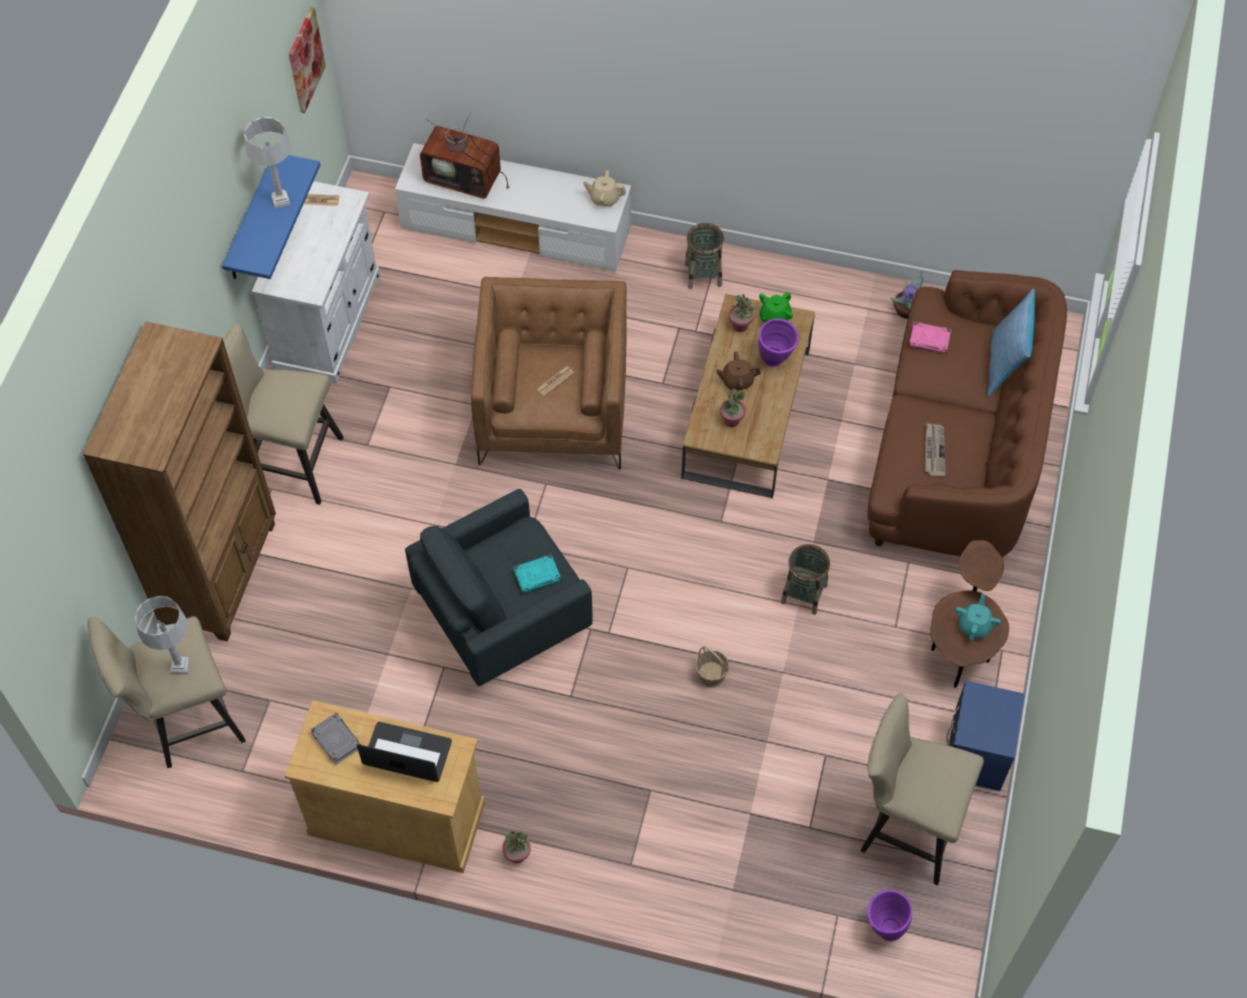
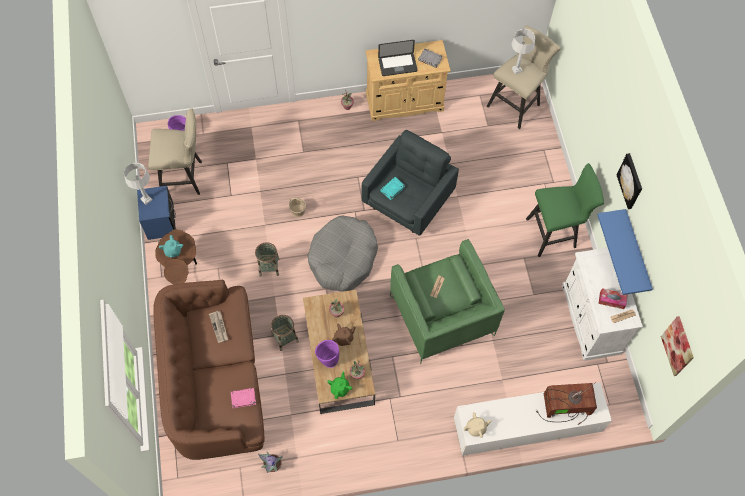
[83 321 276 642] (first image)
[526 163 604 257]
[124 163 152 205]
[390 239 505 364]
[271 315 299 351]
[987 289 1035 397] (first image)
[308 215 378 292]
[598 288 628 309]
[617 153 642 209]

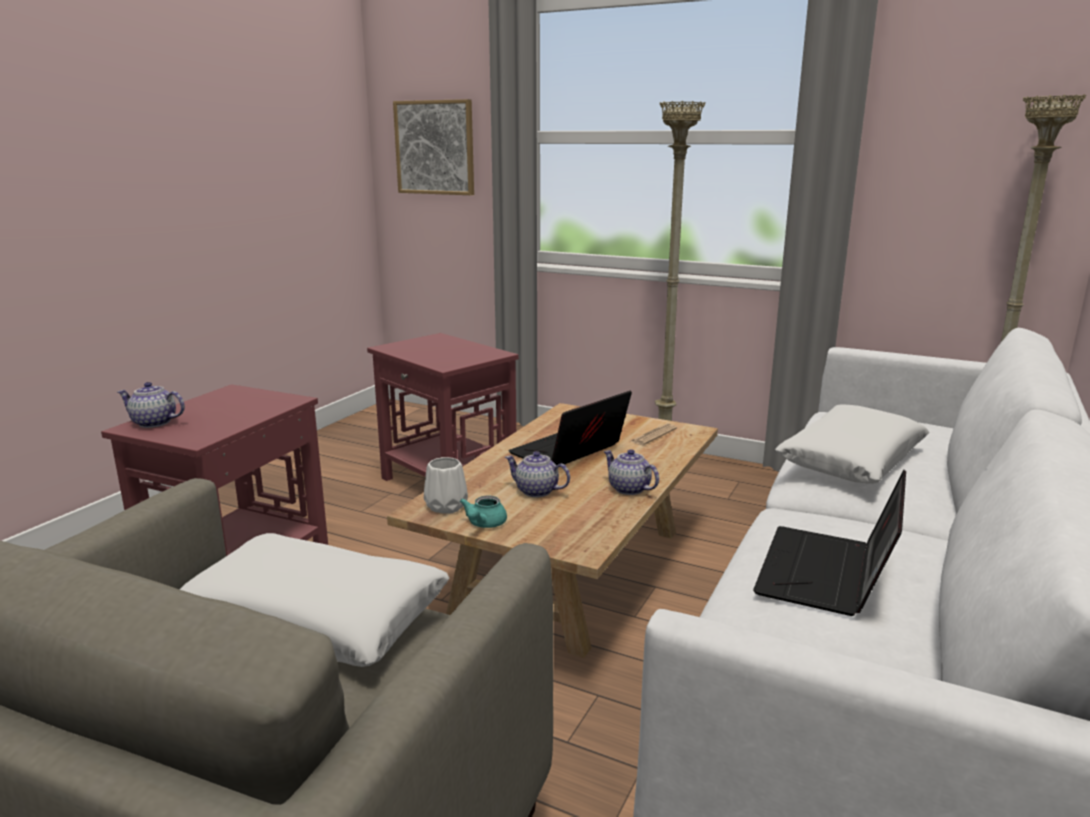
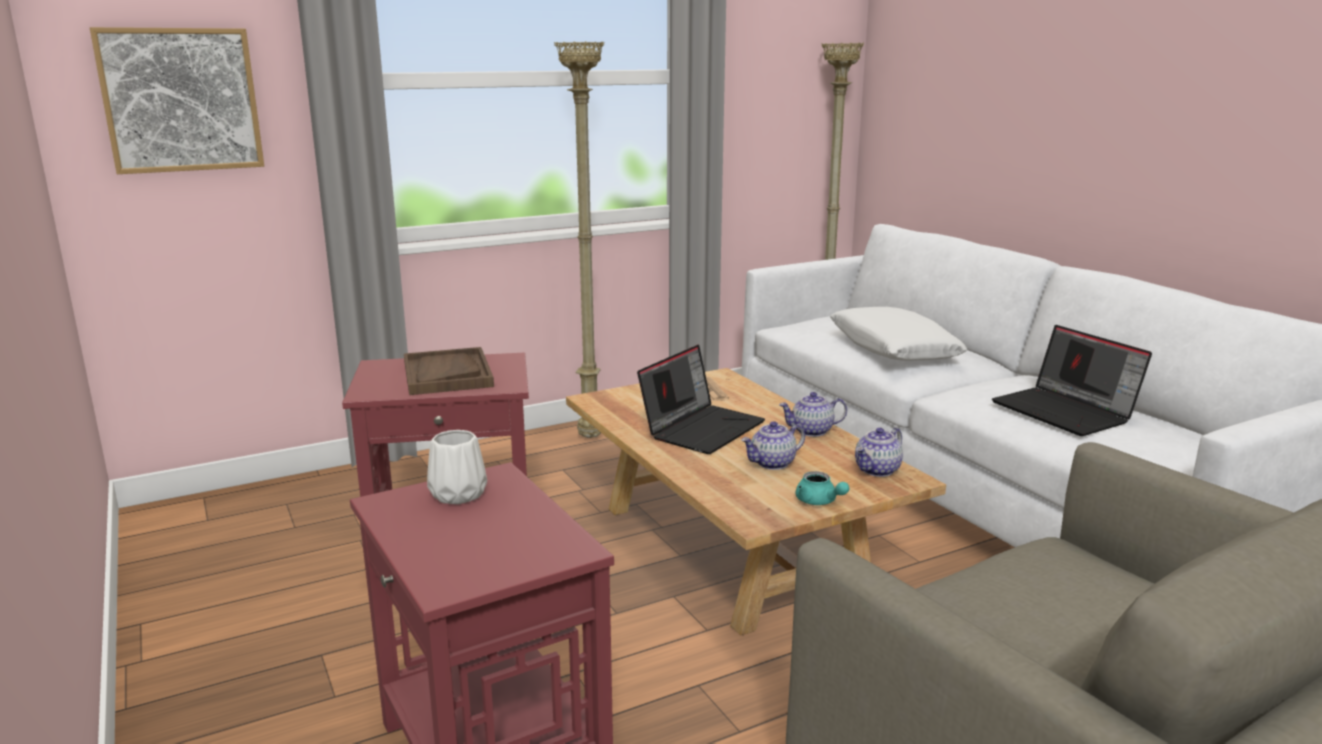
[855 428 903 477]
[179 533 449 667] (first image)
[427 430 487 504]
[637 345 765 454]
[404 347 494 395]

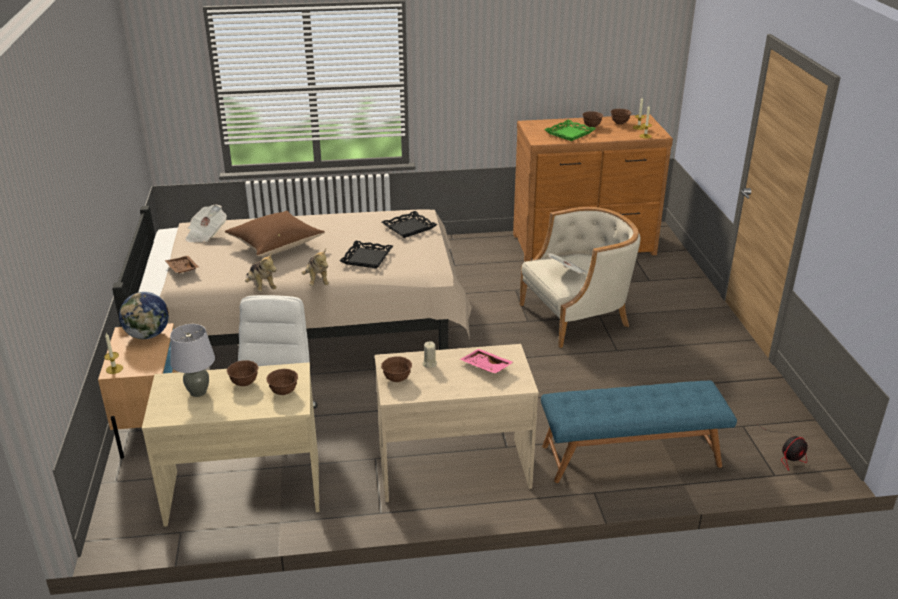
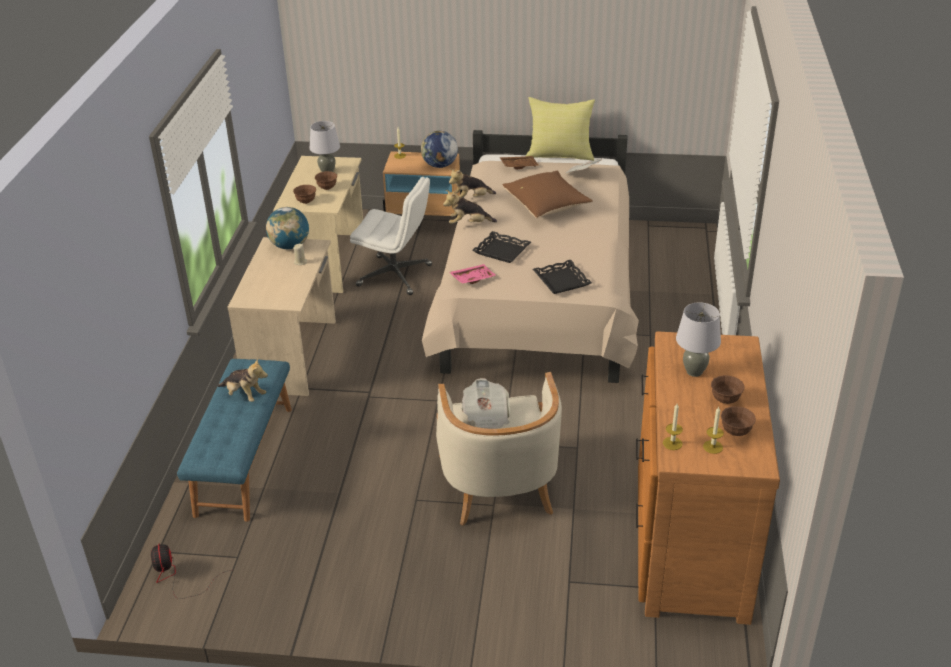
[266 207 309 249]
[449 264 496 284]
[676 302 721 377]
[218 358 268 402]
[526 97 595 161]

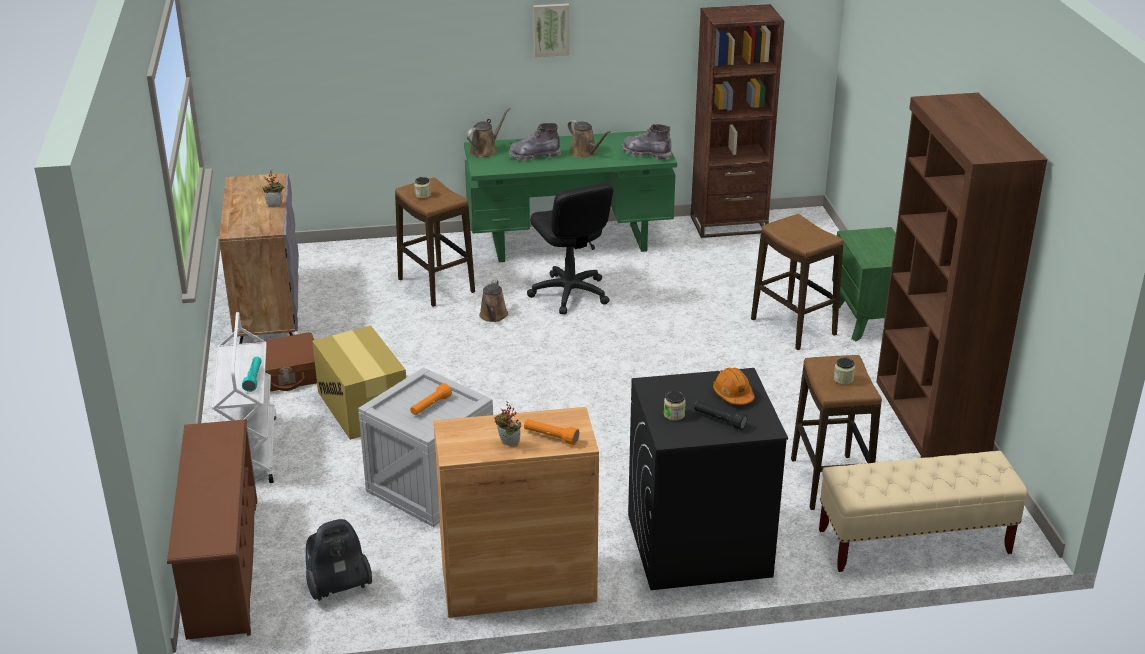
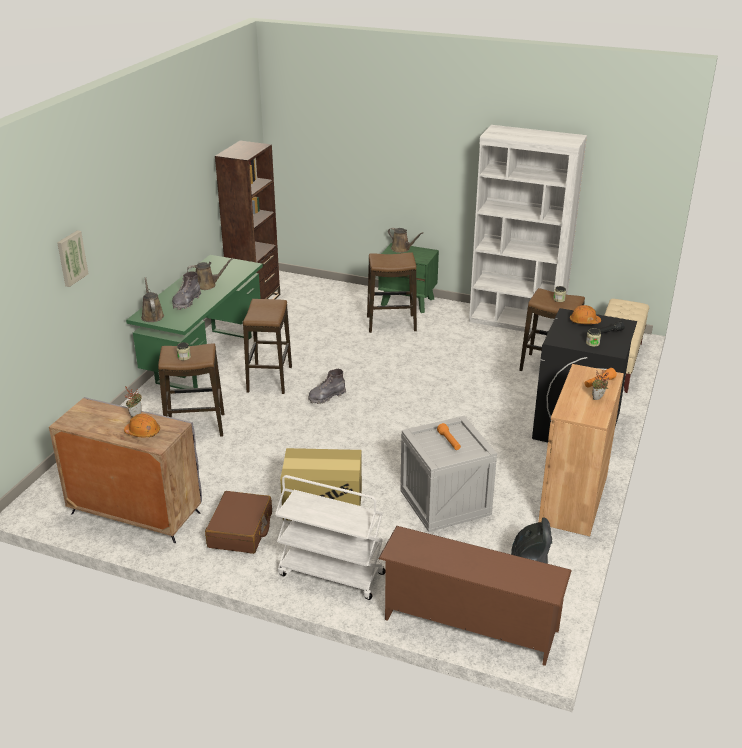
[242 357 262 392] (first image)
[388 227 423 253]
[243 299 292 394]
[57 230 88 287]
[308 369 346 404]
[469 125 587 336]
[124 414 160 437]

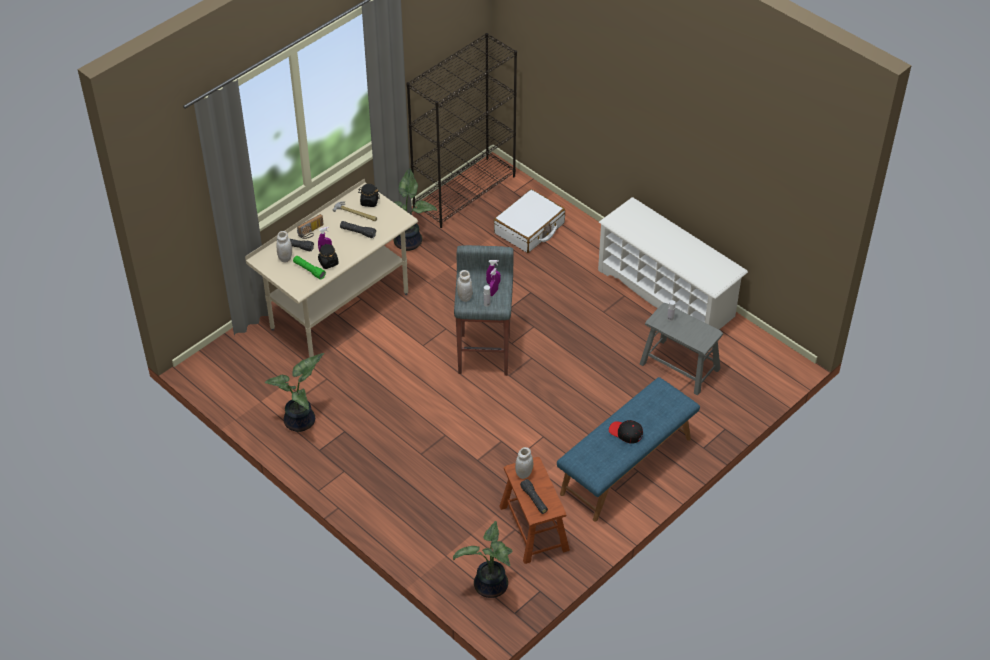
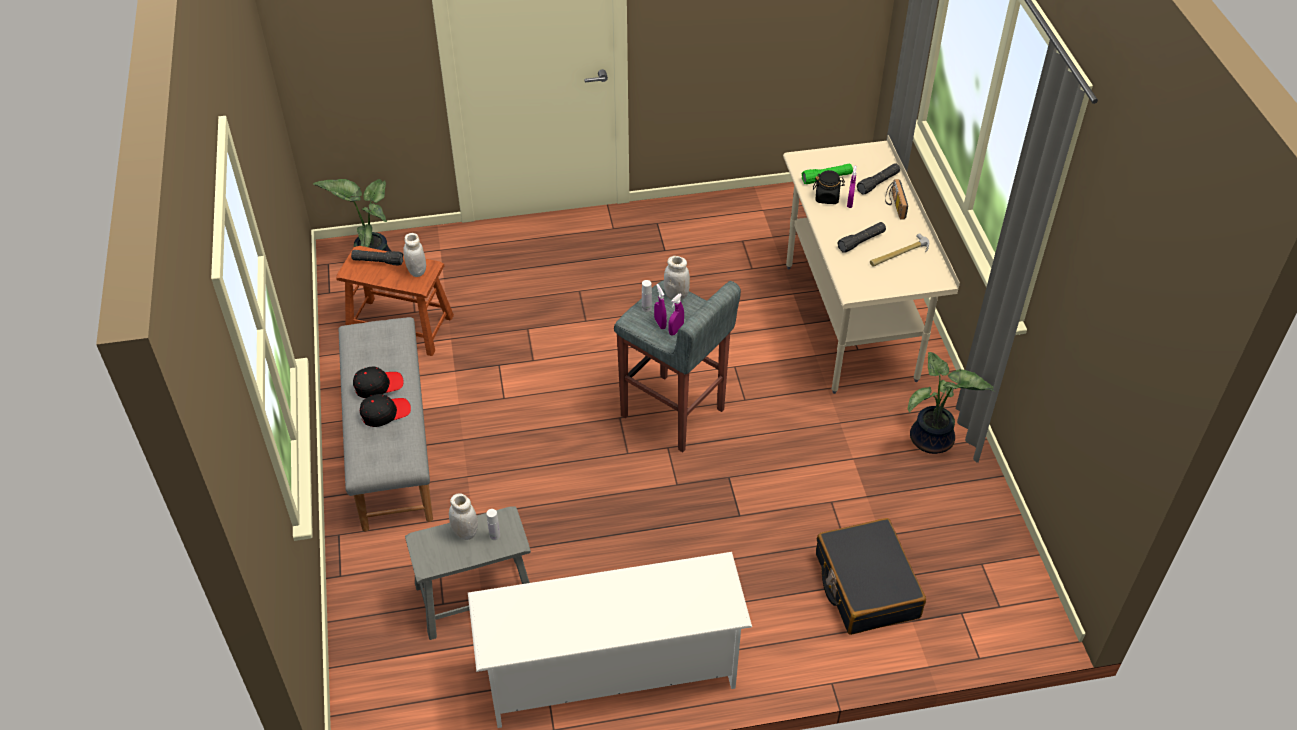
[265 353 324 432] (first image)
[449 493 478 540]
[358 184 380 207] (first image)
[406 33 517 228] (first image)
[816 518 926 635]
[338 317 433 531]
[360 394 411 427]

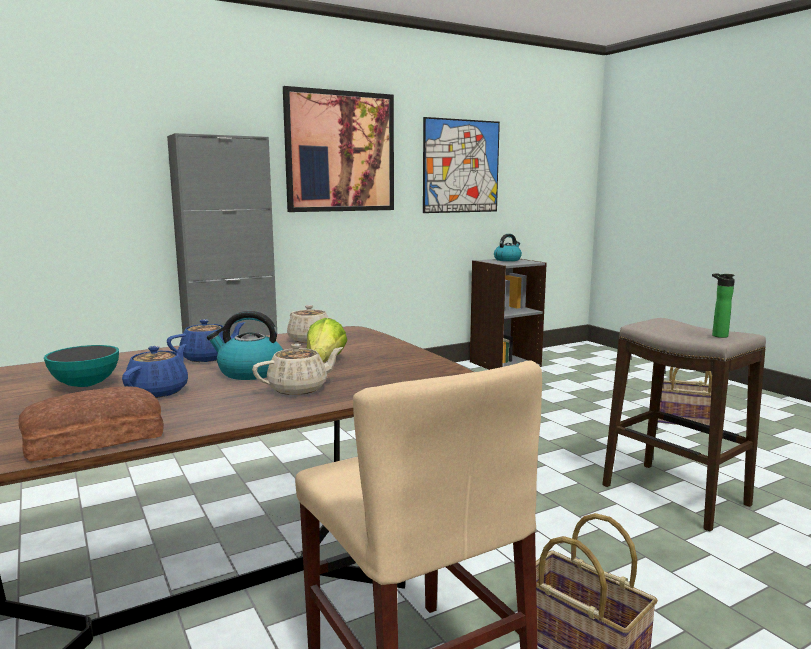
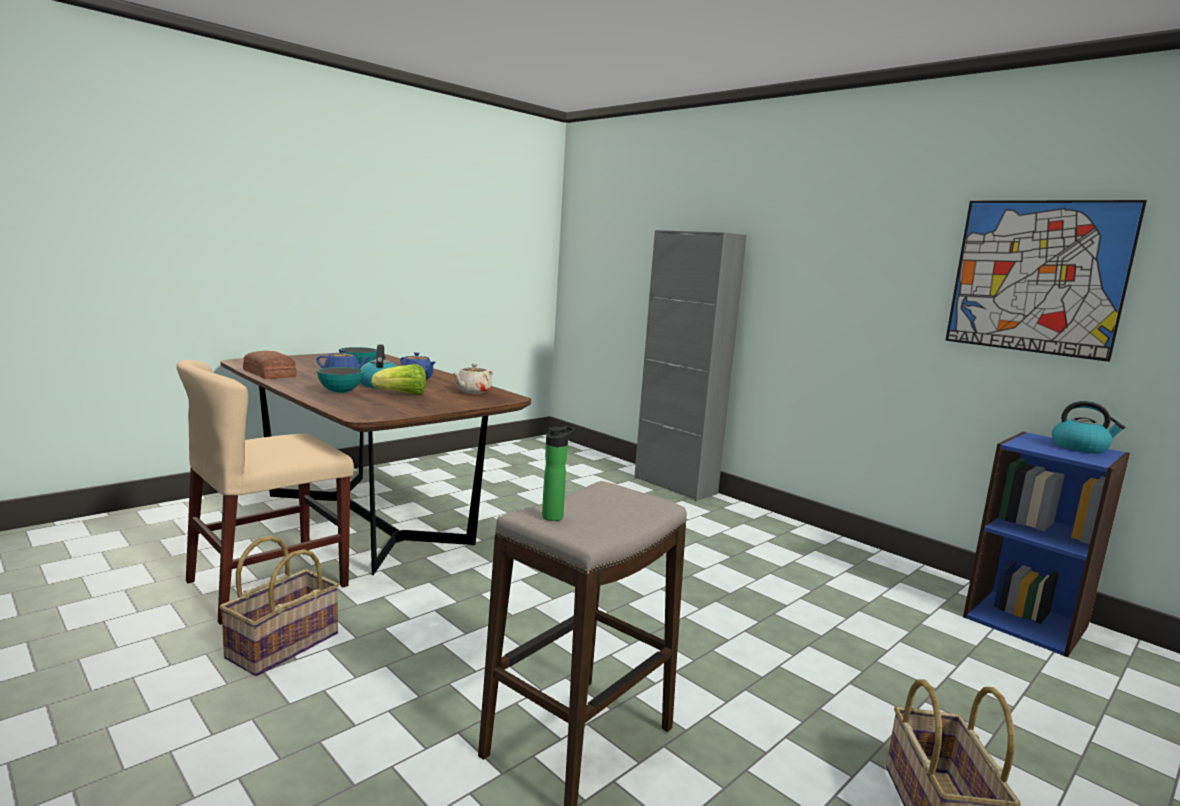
[317 367 363 393]
[283 86 394 212] (first image)
[963 432 1130 657]

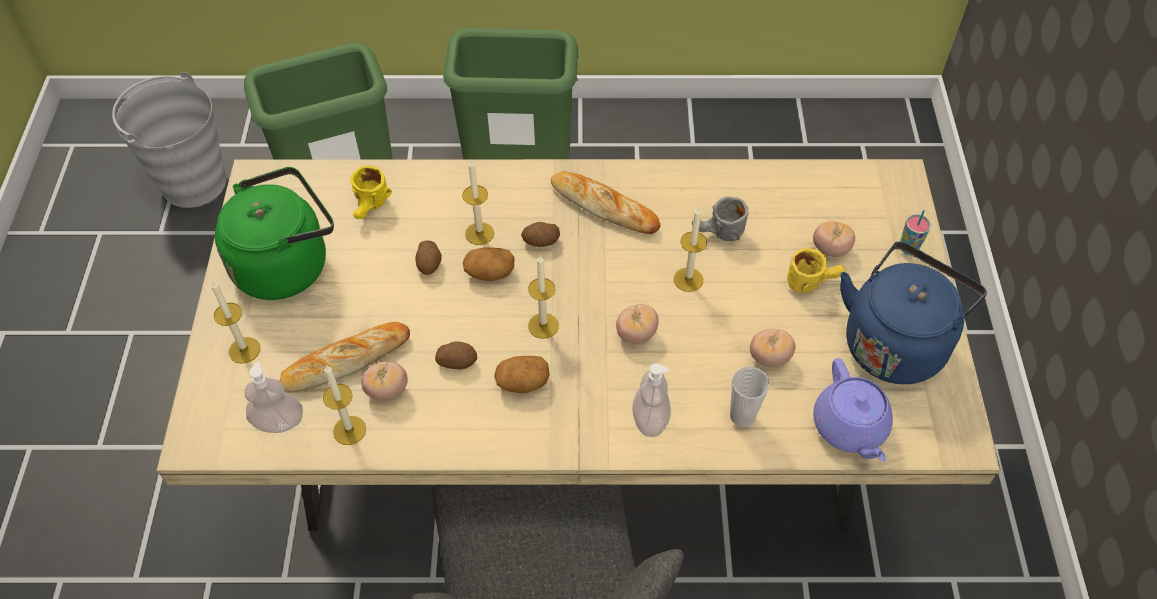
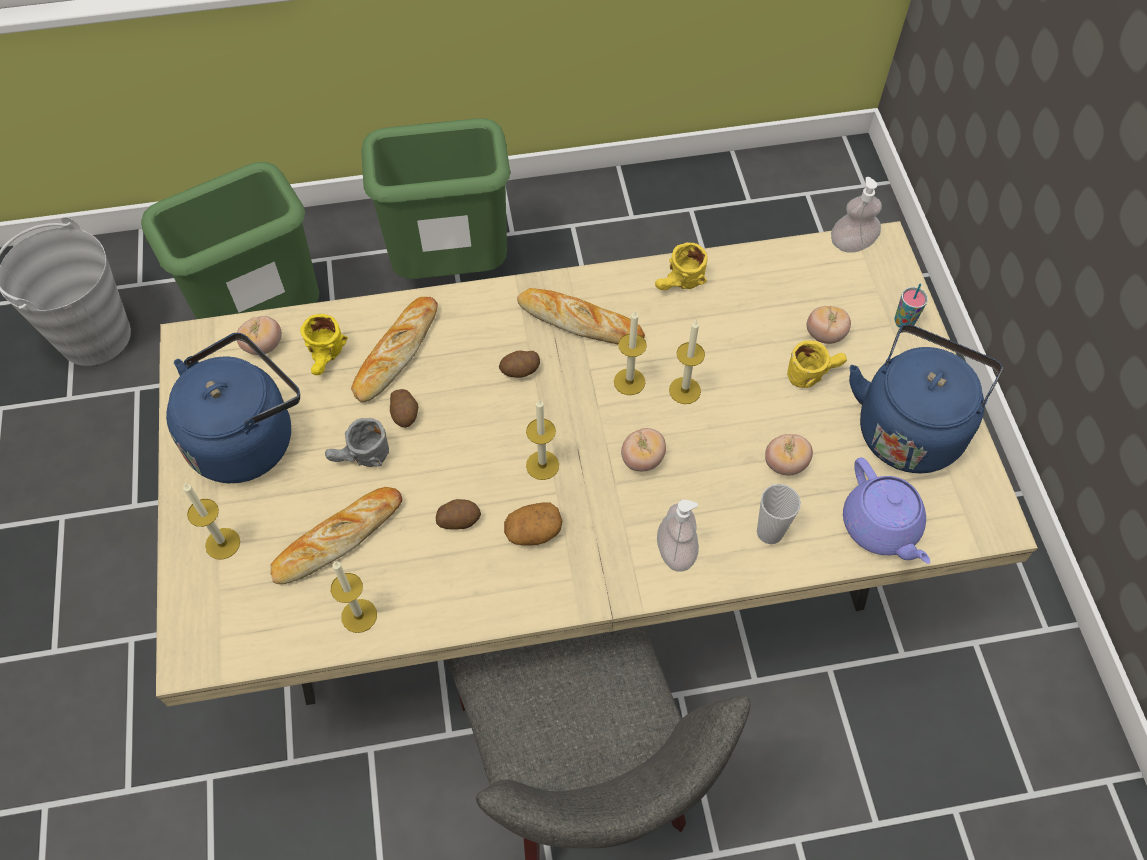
[166 333 300 483]
[831 177 882 253]
[237 316 282 355]
[614 311 647 395]
[463 247 514 281] (first image)
[325 418 389 467]
[351 297 438 402]
[655 242 708 290]

